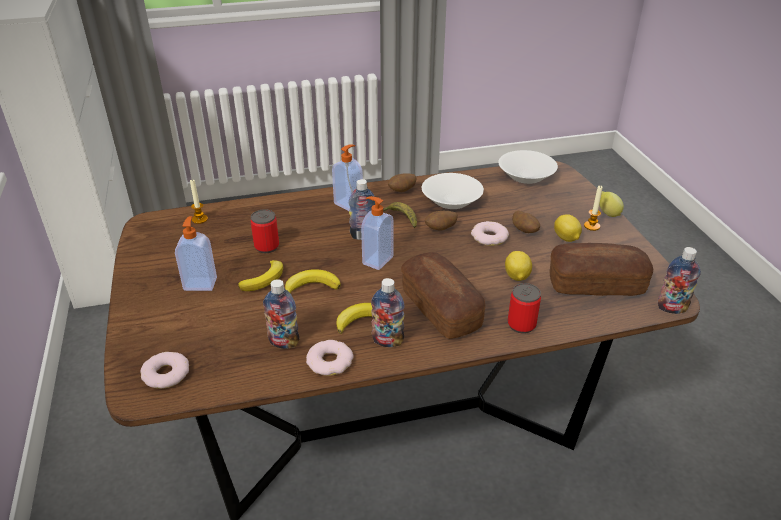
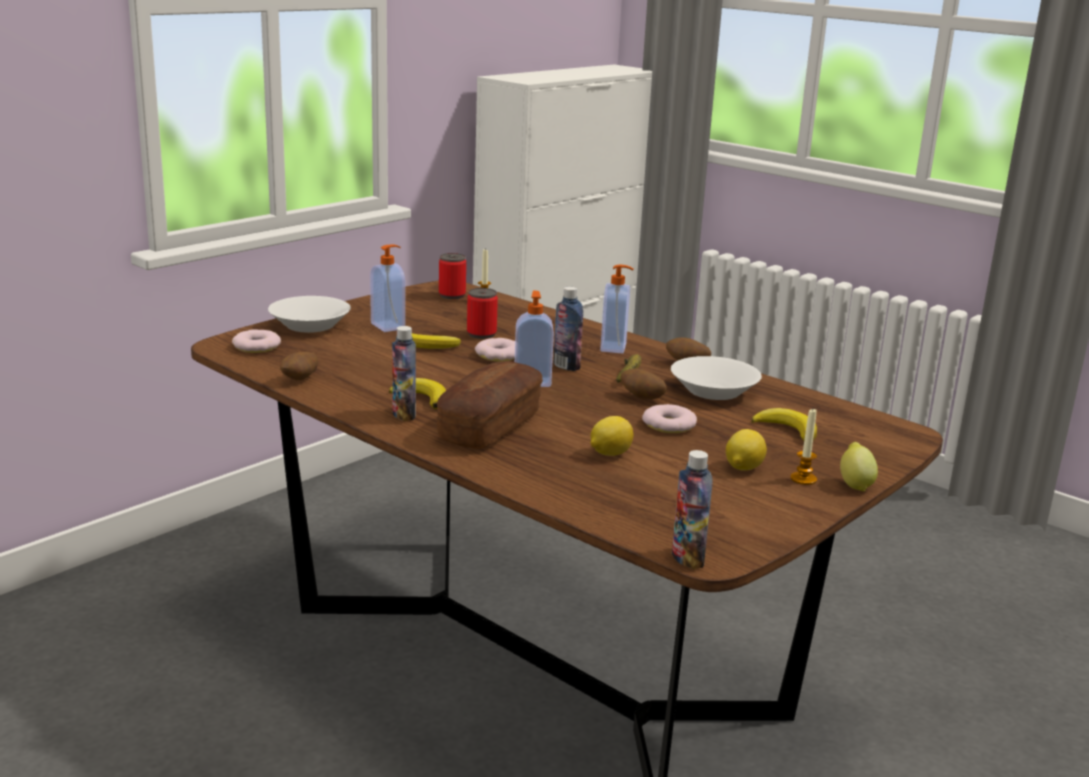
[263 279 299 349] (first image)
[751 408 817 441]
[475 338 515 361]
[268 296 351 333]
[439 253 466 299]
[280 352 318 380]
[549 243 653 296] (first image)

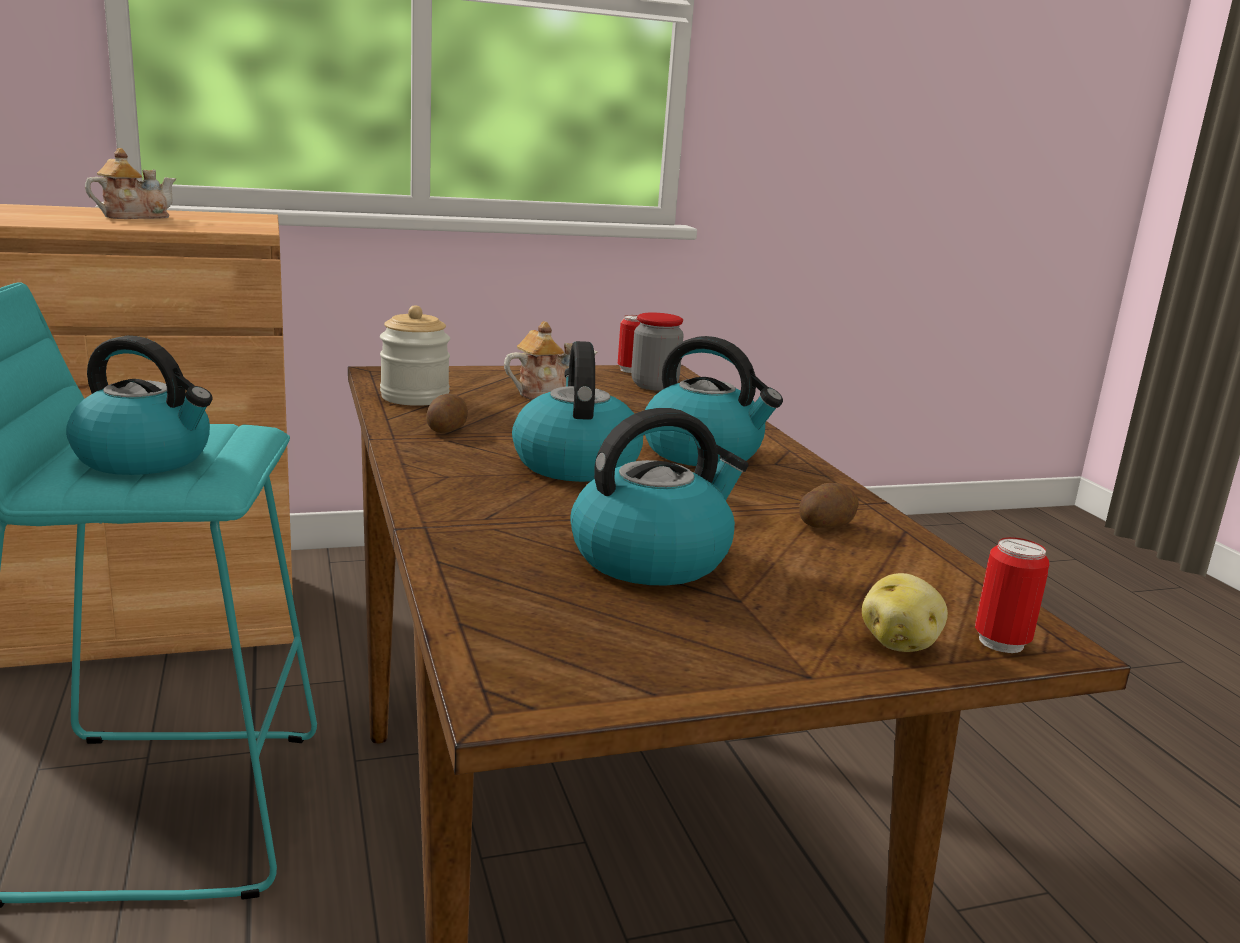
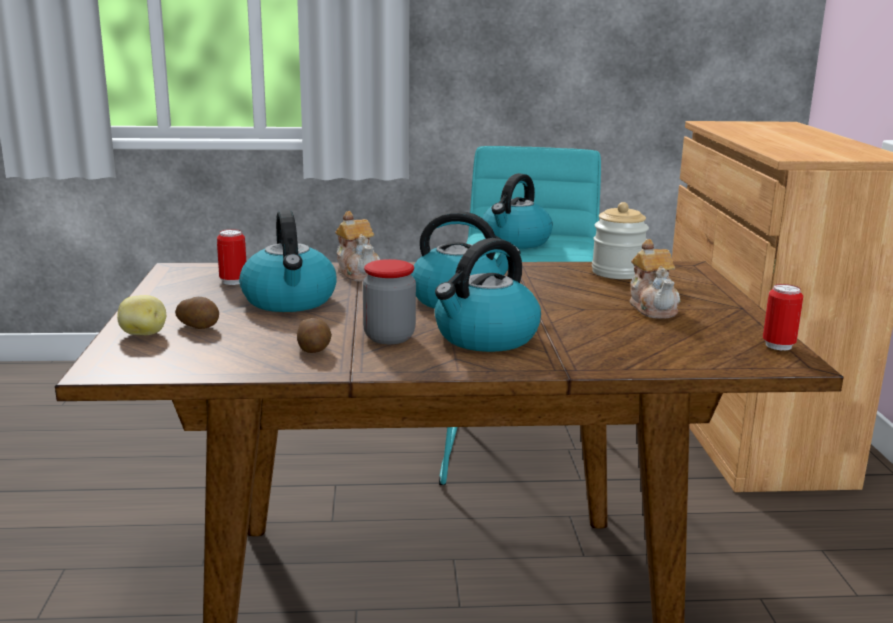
[335 211 380 282]
[175 297 219 329]
[363 259 416 344]
[217 229 246 285]

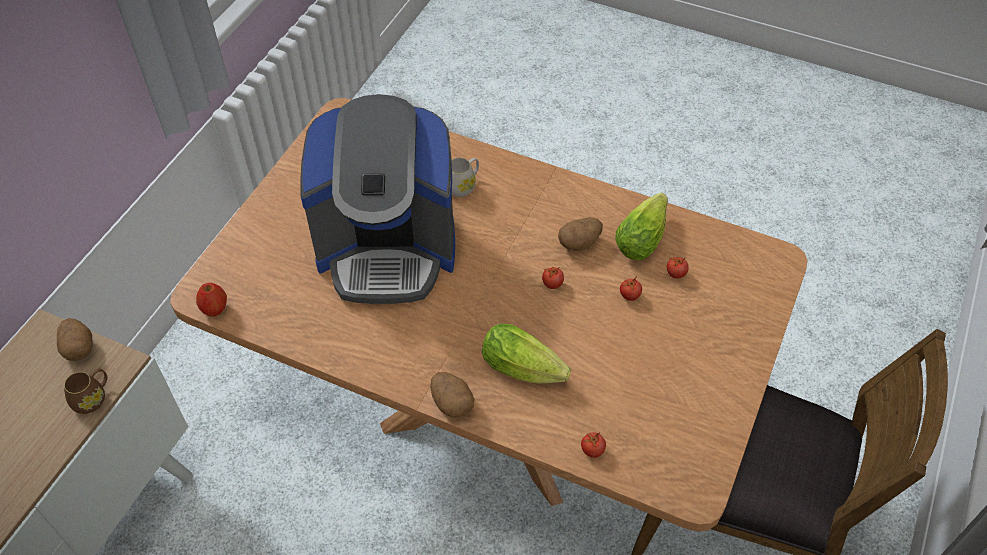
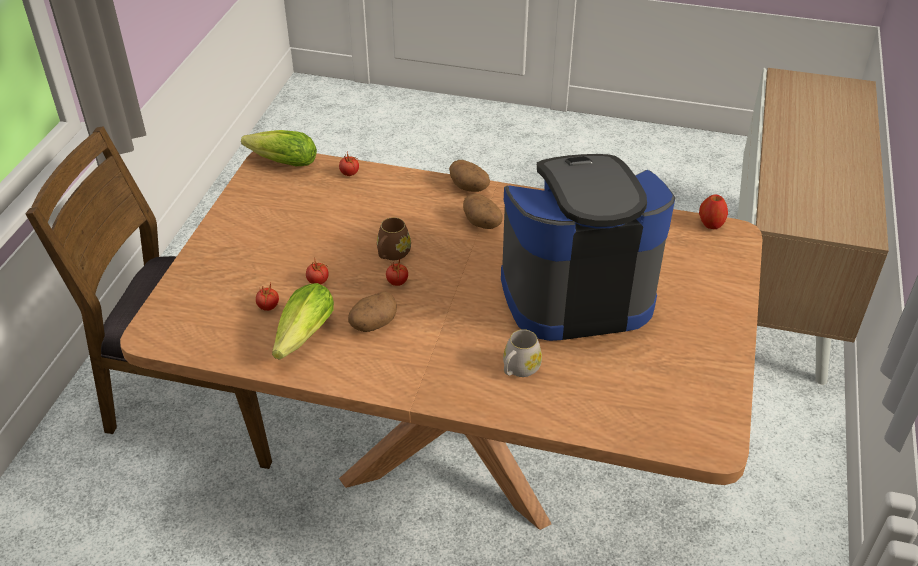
[463 194 503 229]
[377 217 411 260]
[241 130 317 166]

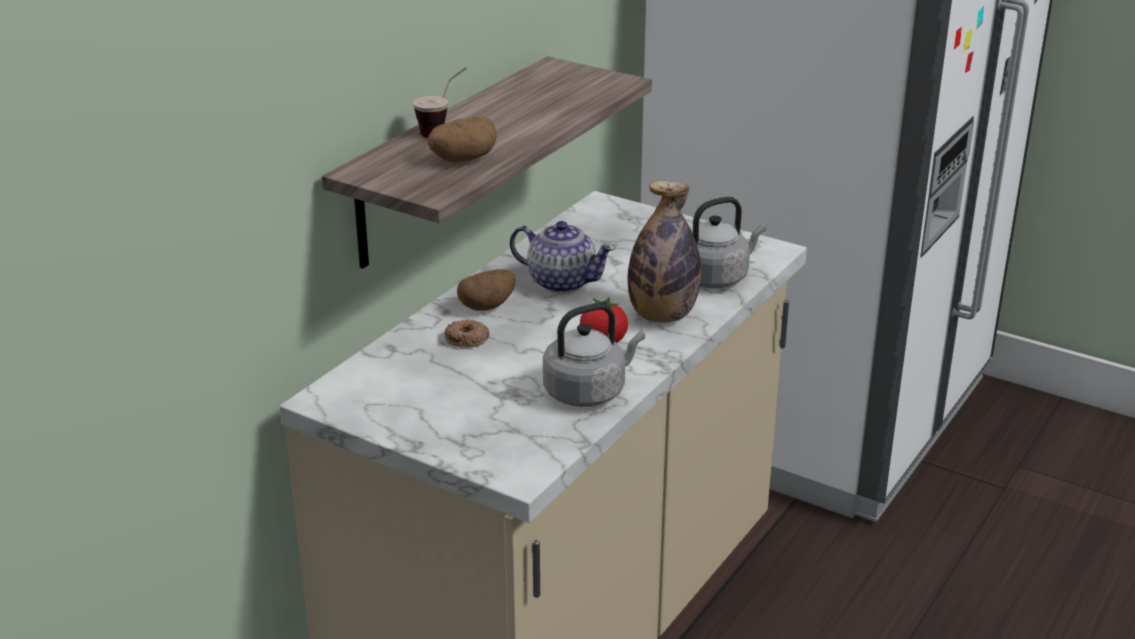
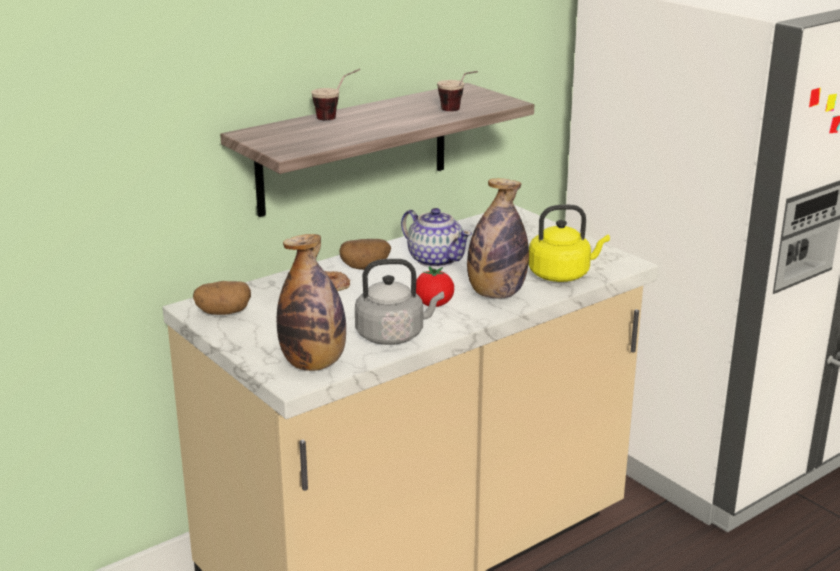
[193 281 251 315]
[529 205 610 282]
[277 234 346 371]
[437 71 478 111]

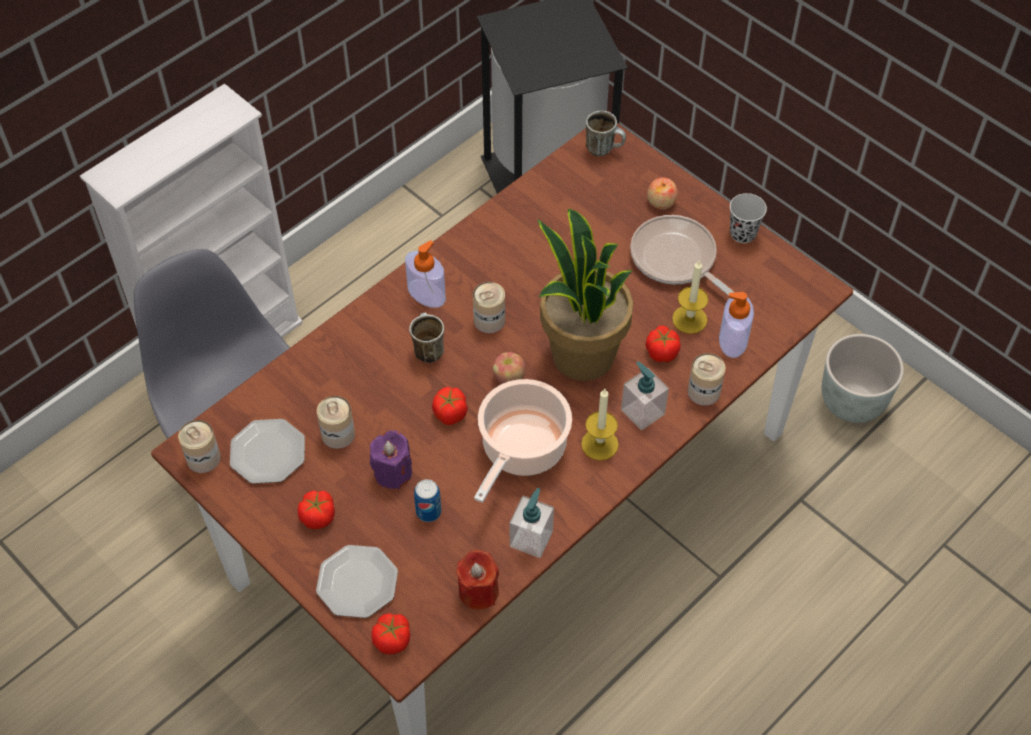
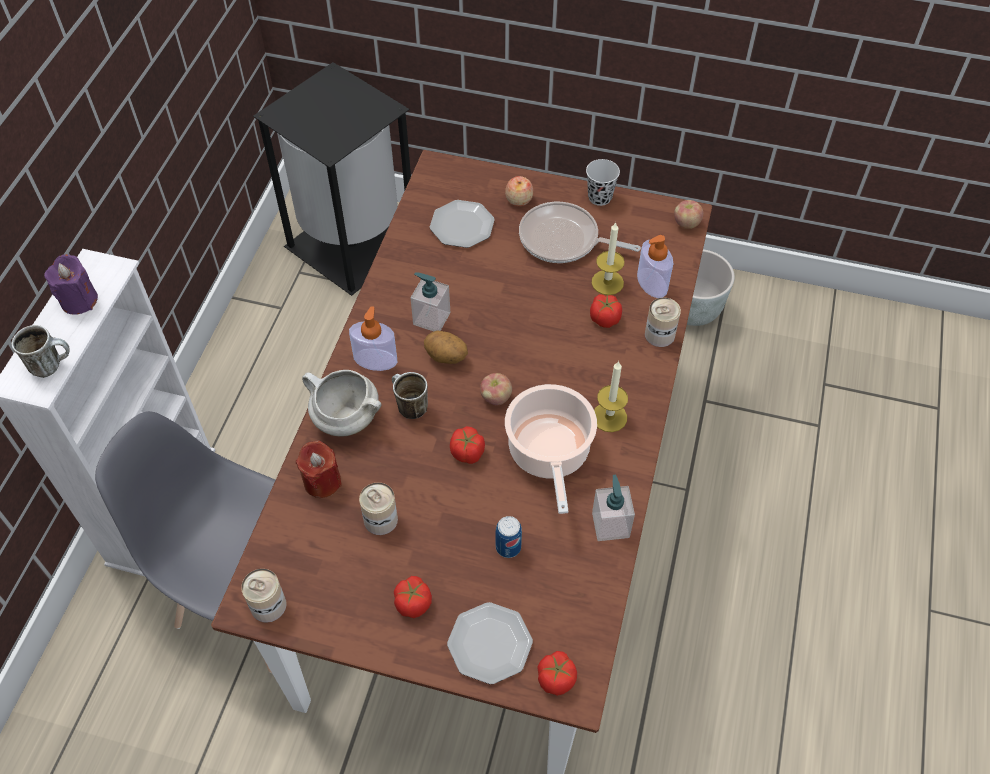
[430 200 495 248]
[44 254 98 315]
[296 440 342 498]
[424 331 468 364]
[537 208 633 381] (first image)
[12 325 70 378]
[411 272 450 331]
[302 370 381 437]
[674 200 703 229]

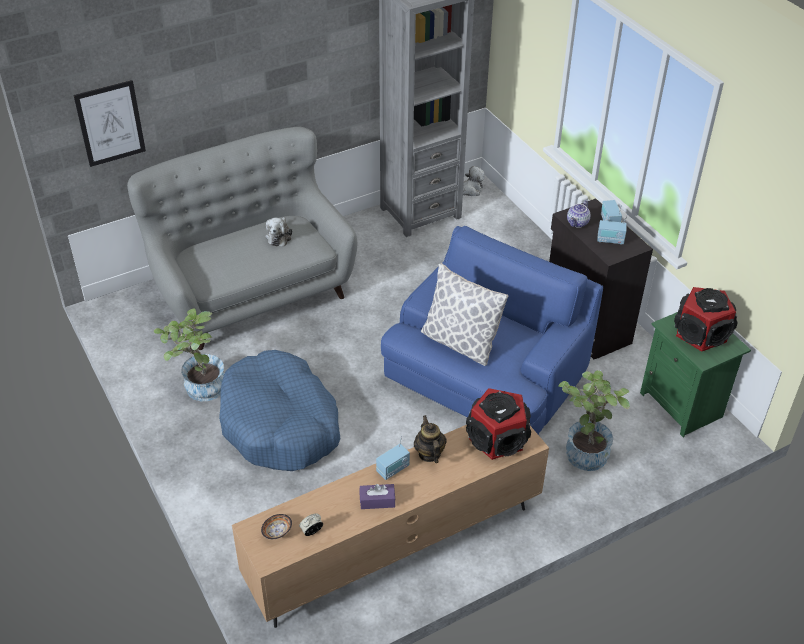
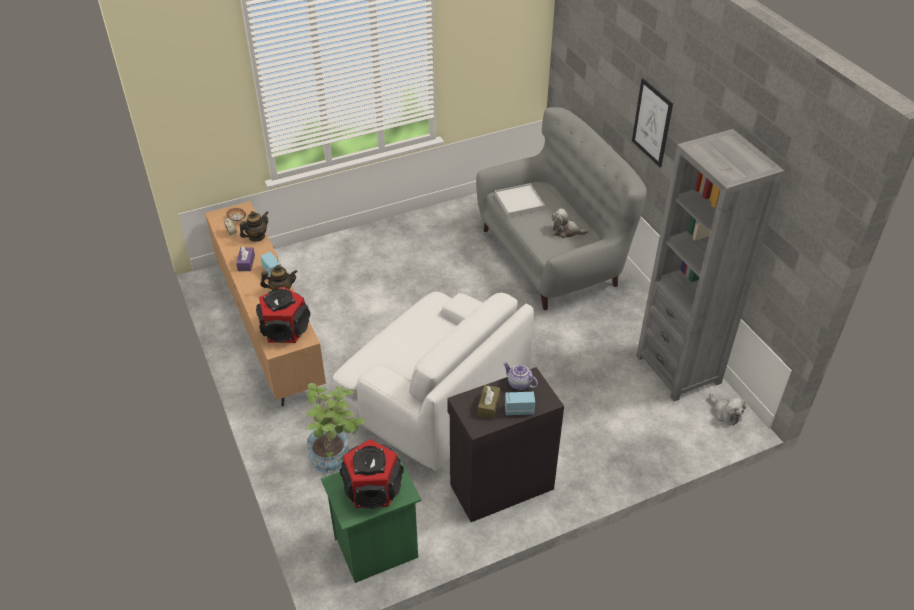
[632 78 673 167]
[154 308 224 401] (first image)
[219 350 341 471] (first image)
[333 292 534 471]
[421 263 509 366] (first image)
[478 385 500 419]
[240 211 269 242]
[495 183 545 218]

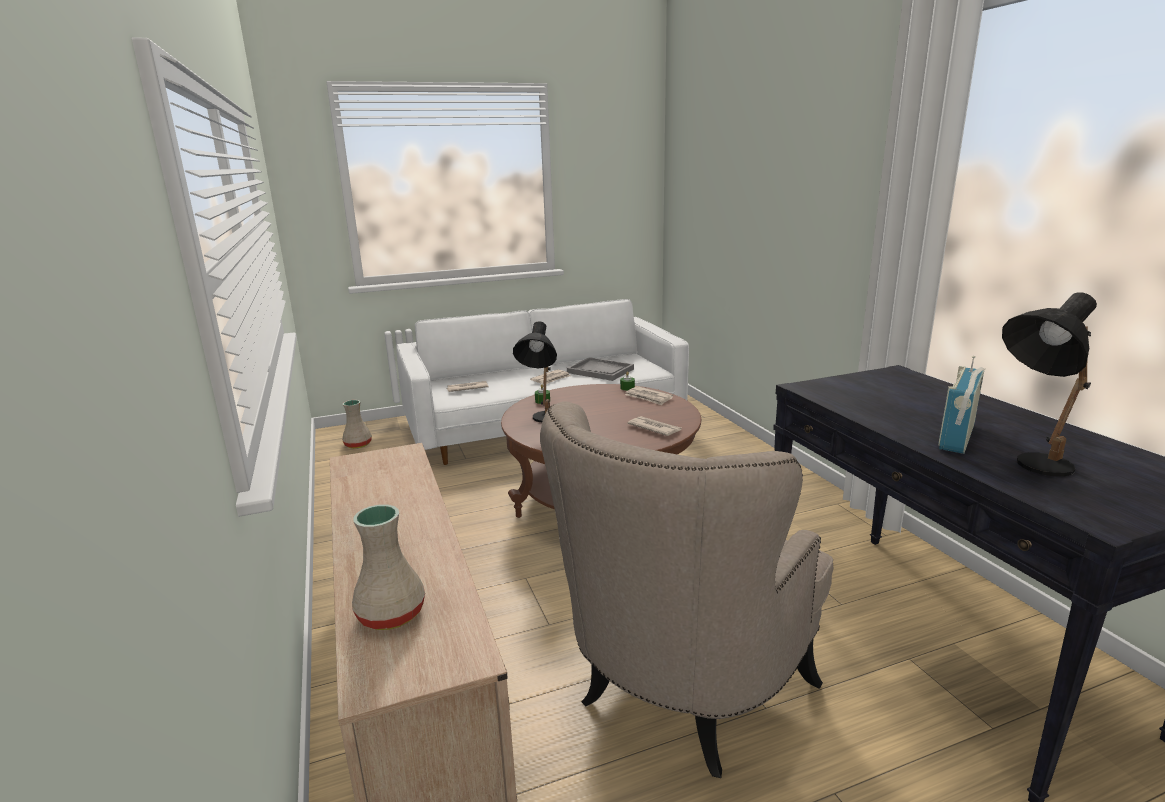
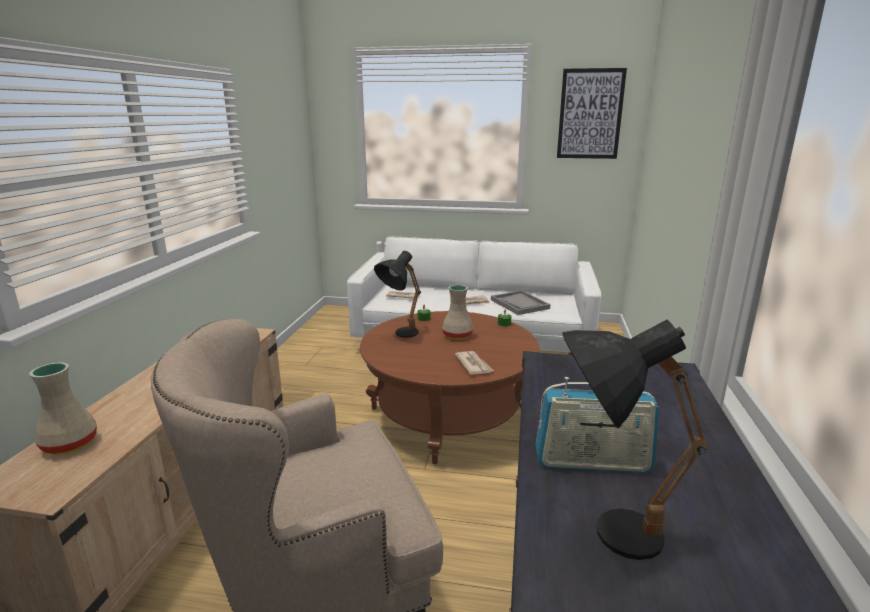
[442 285 473 340]
[625 386 673 405] (first image)
[536 377 659 473]
[557 68 627 159]

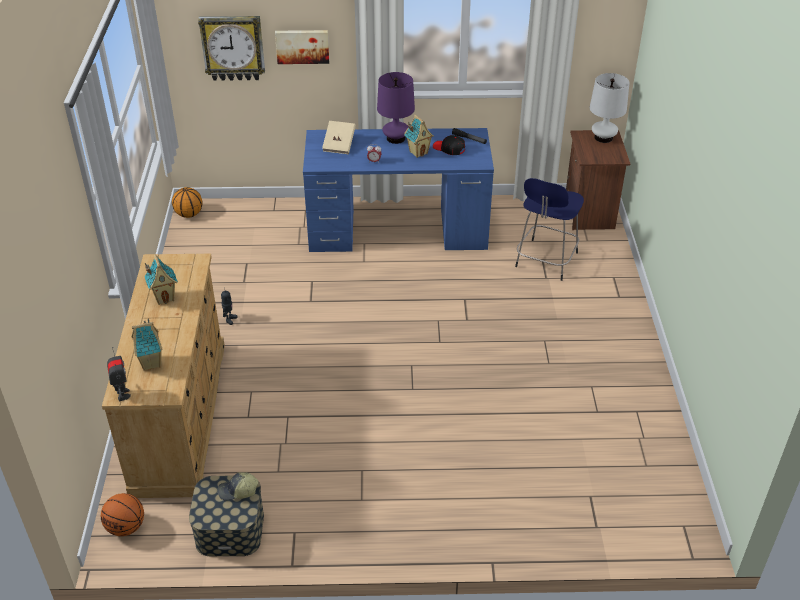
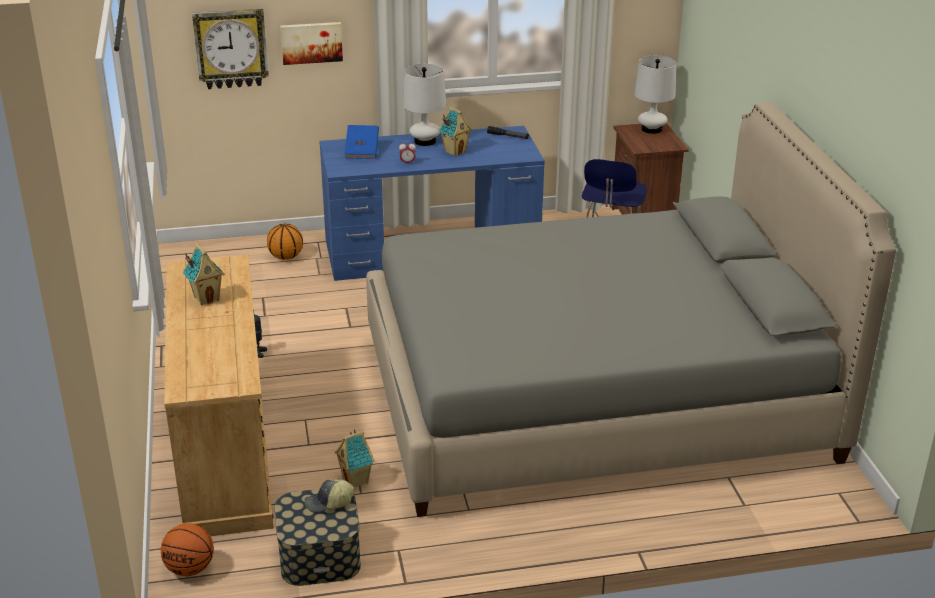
[107 347 131 401] (first image)
[335 429 374 487]
[267 223 303 260]
[345 125 379 159]
[403 64 446 146]
[433 135 465 155] (first image)
[366 102 896 517]

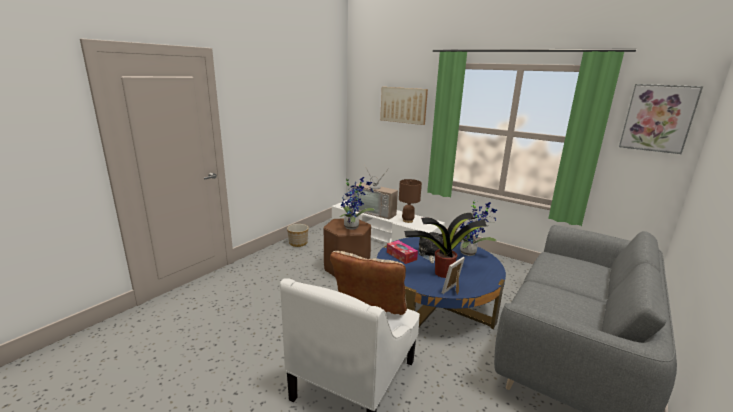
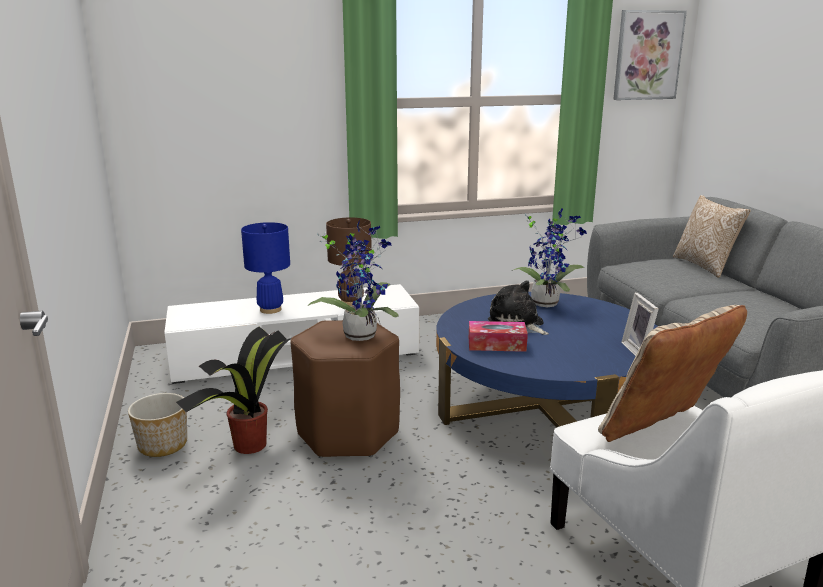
[241 222 290 314]
[380 87 428 125] (first image)
[176 326 291 454]
[673 195 751 278]

